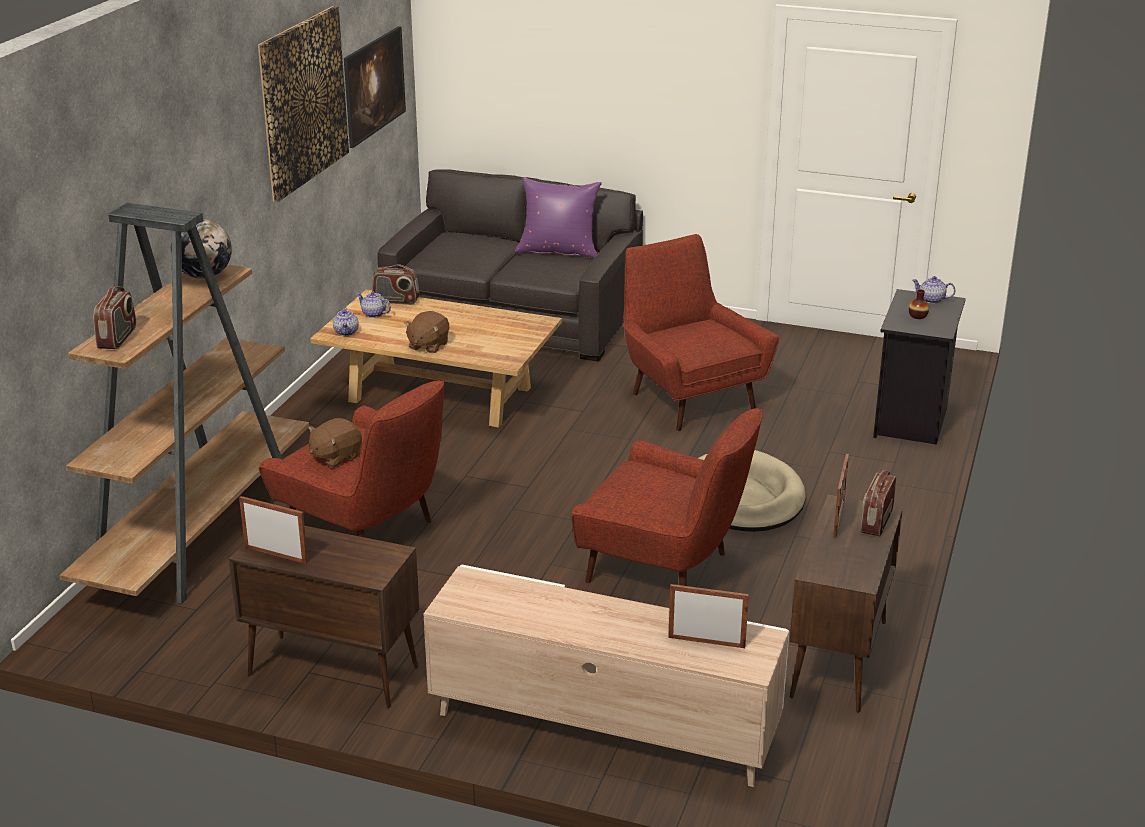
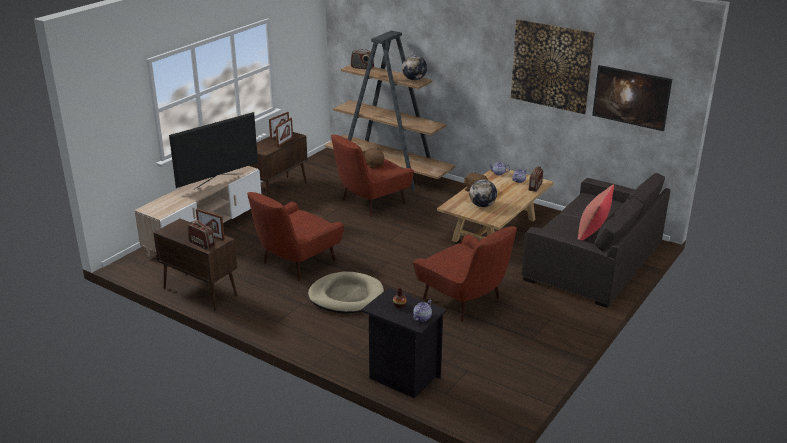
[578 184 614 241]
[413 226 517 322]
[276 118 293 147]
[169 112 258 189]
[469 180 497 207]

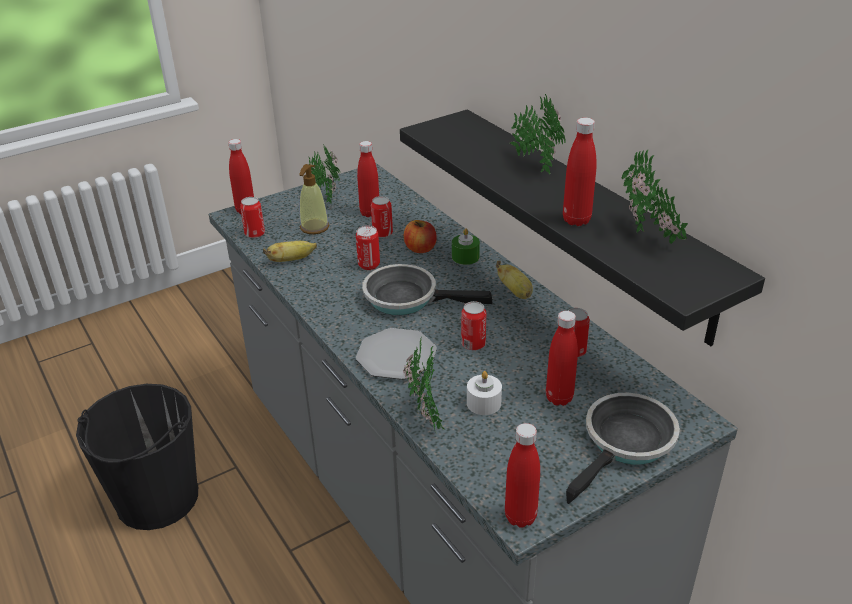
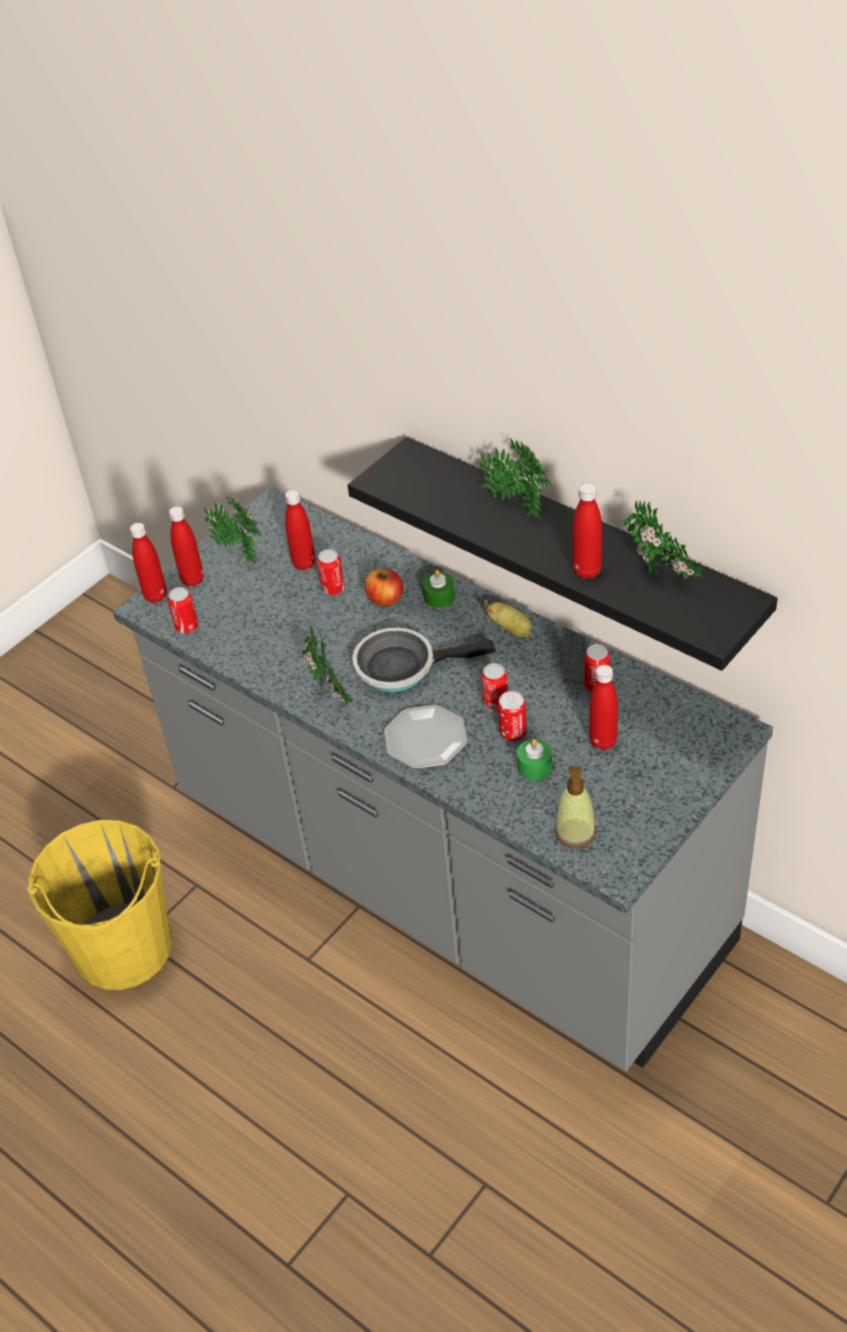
[555 767 596 849]
[498 691 526 741]
[263 241 317 262] (first image)
[302 625 354 705]
[517 739 552 781]
[27 820 172 990]
[566 393 680 504] (first image)
[169 506 204 586]

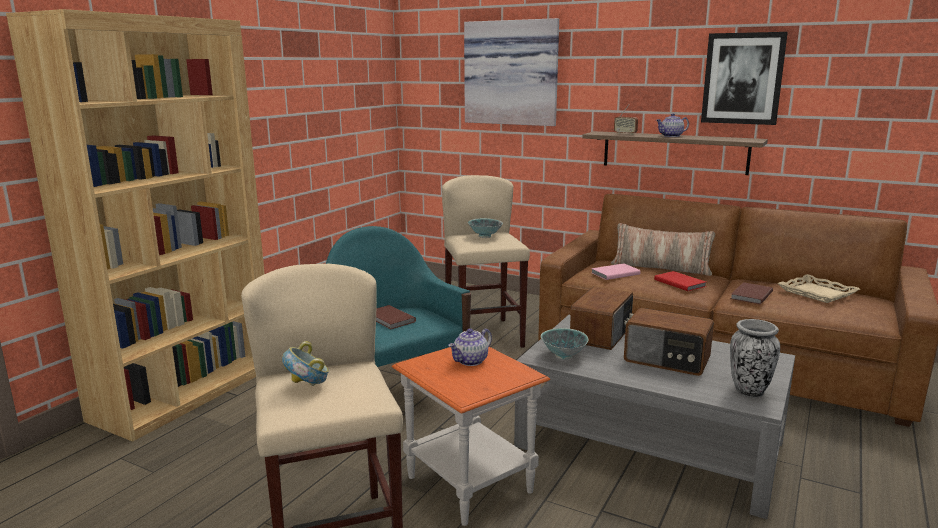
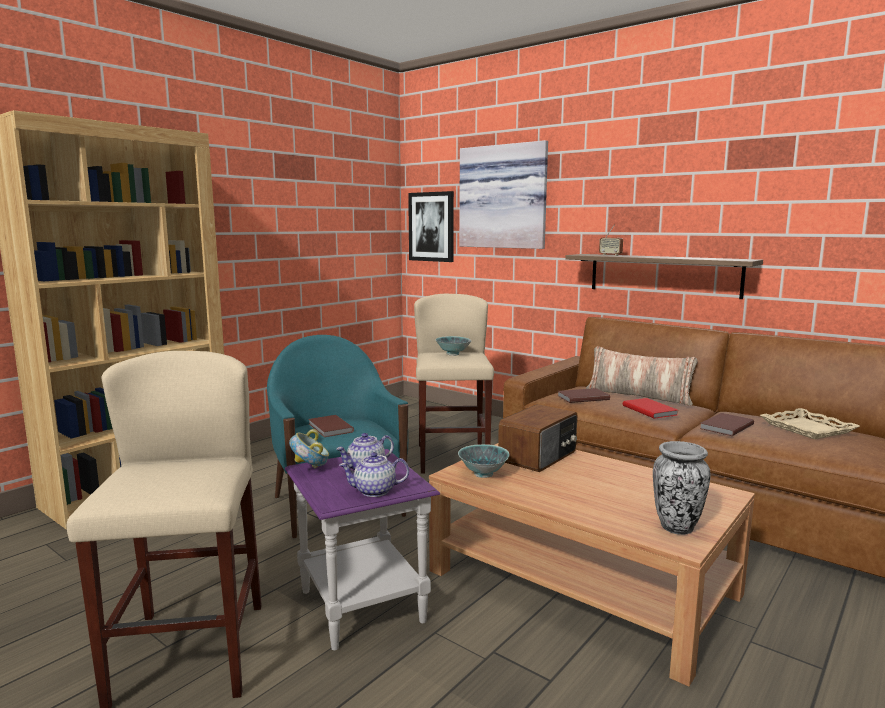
[408 191 454 262]
[339 452 409 497]
[558 388 610 403]
[624 308 714 376] (first image)
[429 443 755 687]
[289 429 329 468]
[285 449 440 650]

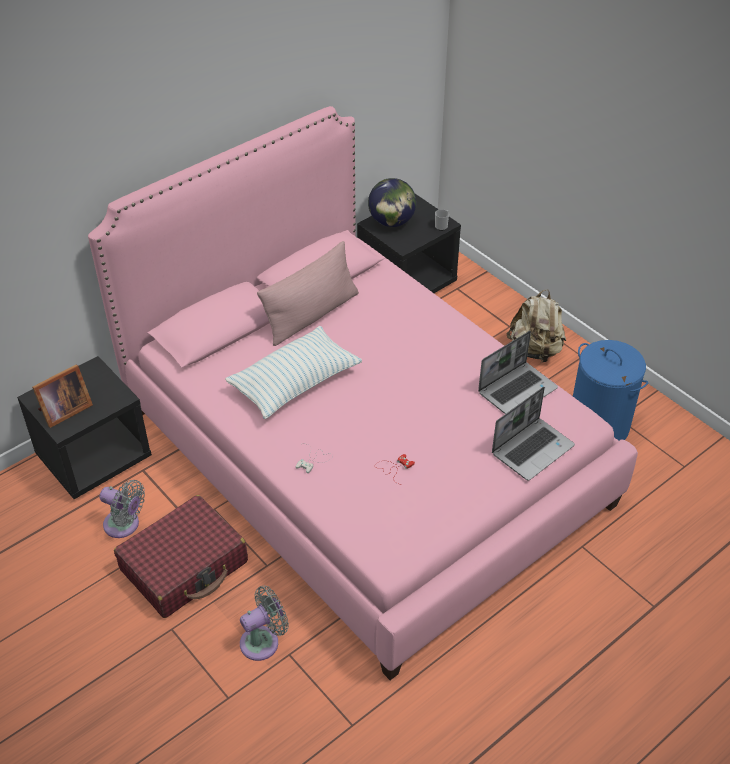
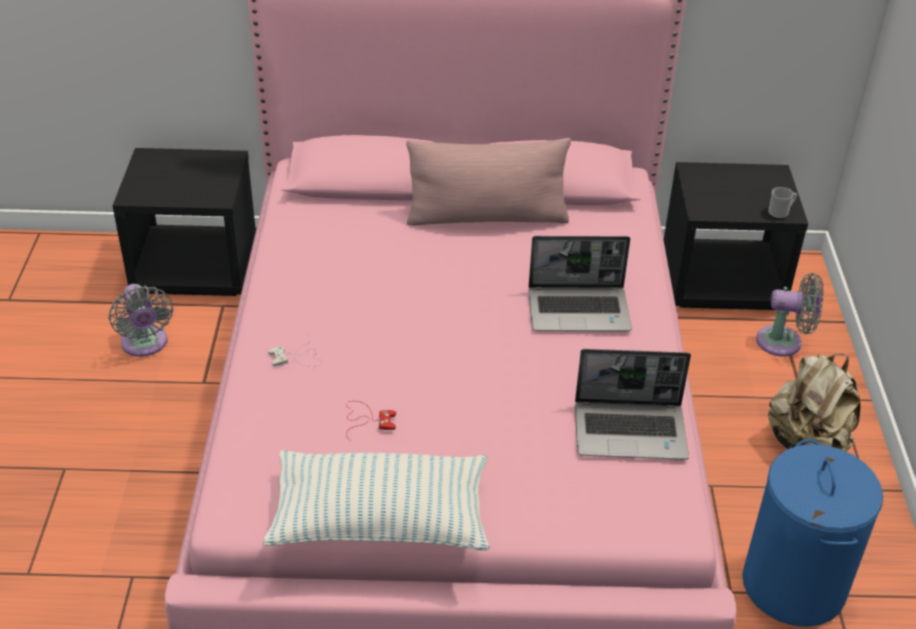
[368 178 416 227] (first image)
[263 450 490 551]
[32 364 93 428] (first image)
[528 236 632 331]
[114 495 248 618] (first image)
[756 273 824 357]

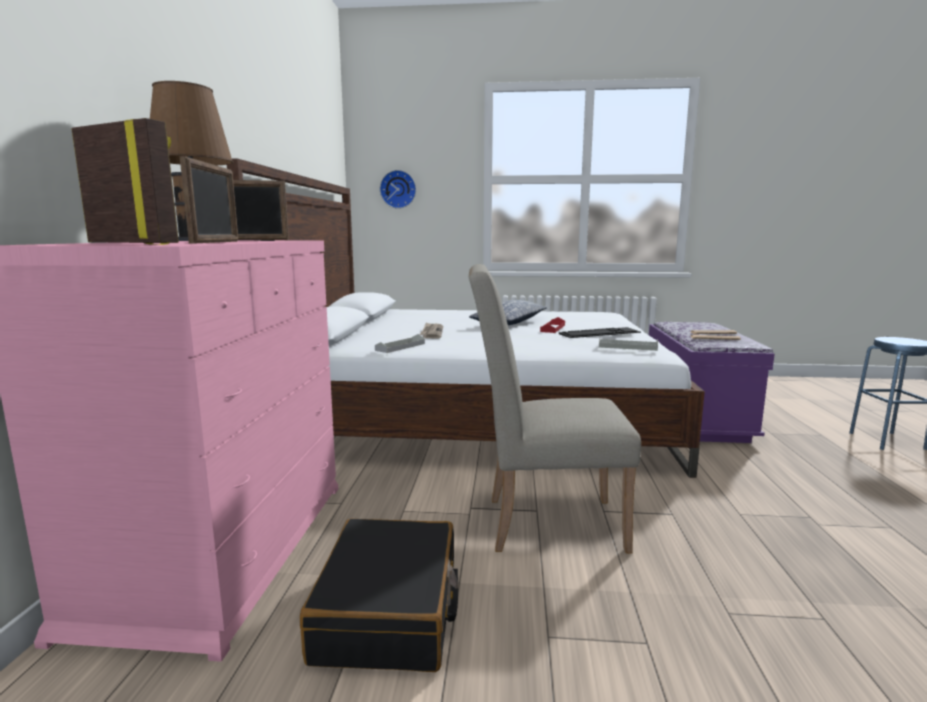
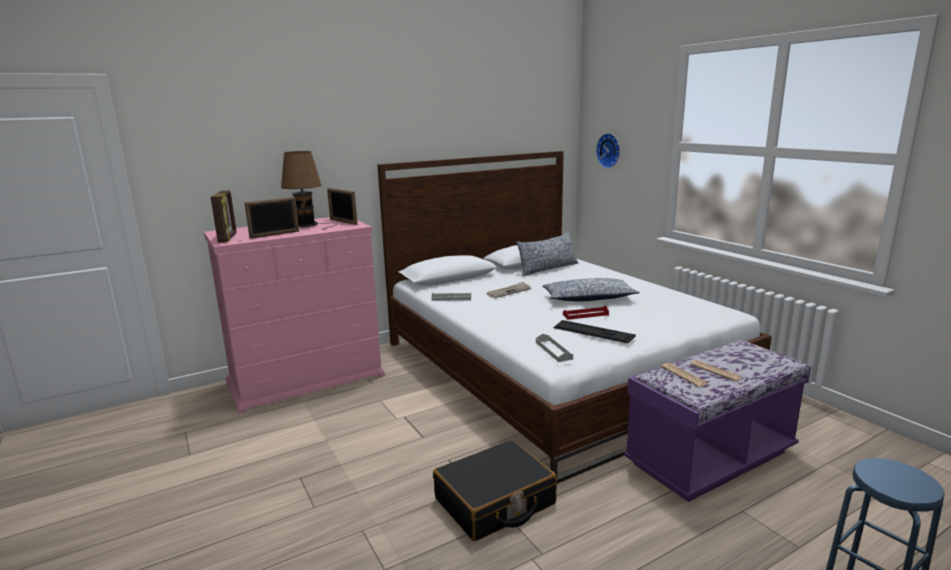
[469 264 641 553] (first image)
[433 440 557 541]
[516 231 578 277]

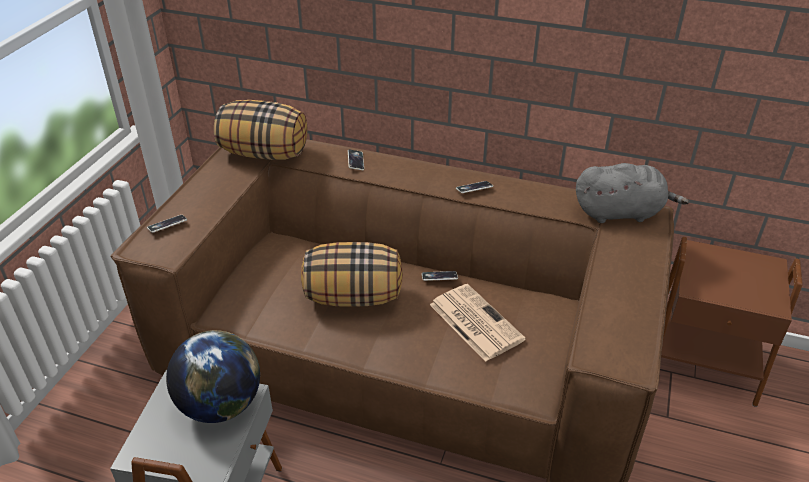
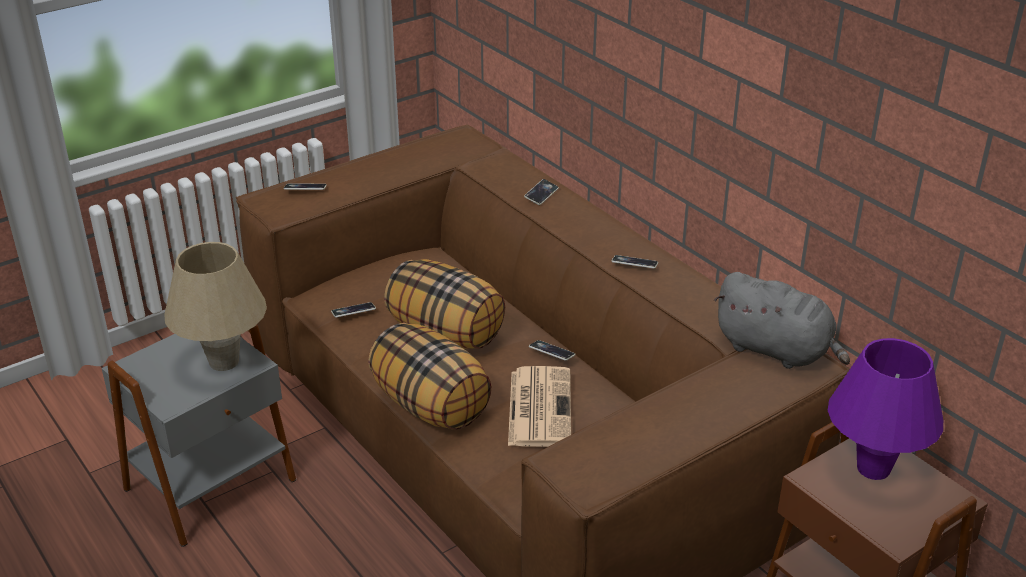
[368 323 492 430]
[164 242 267 371]
[331 302 376 317]
[828 338 943 480]

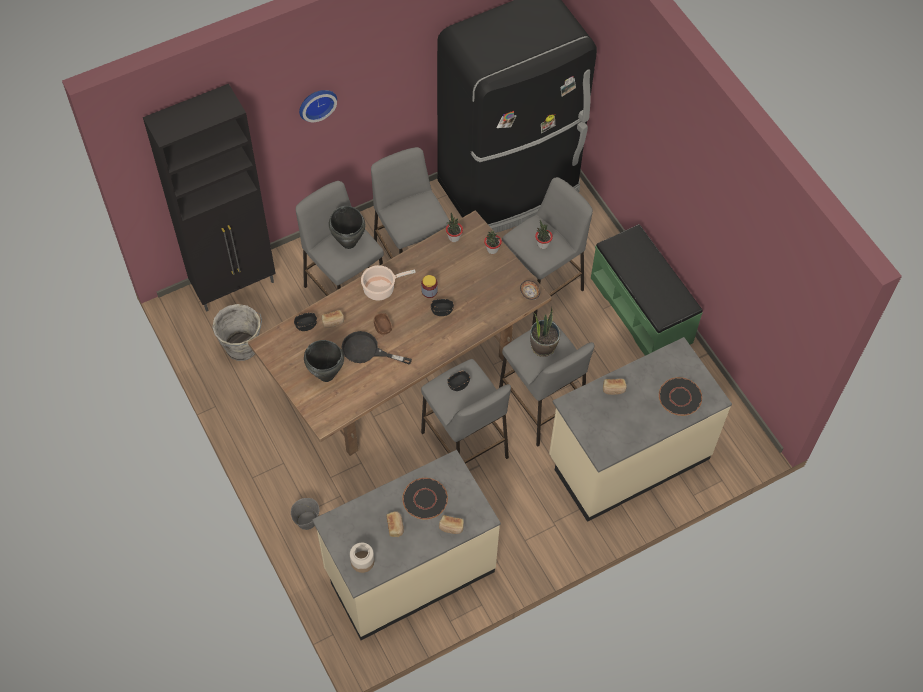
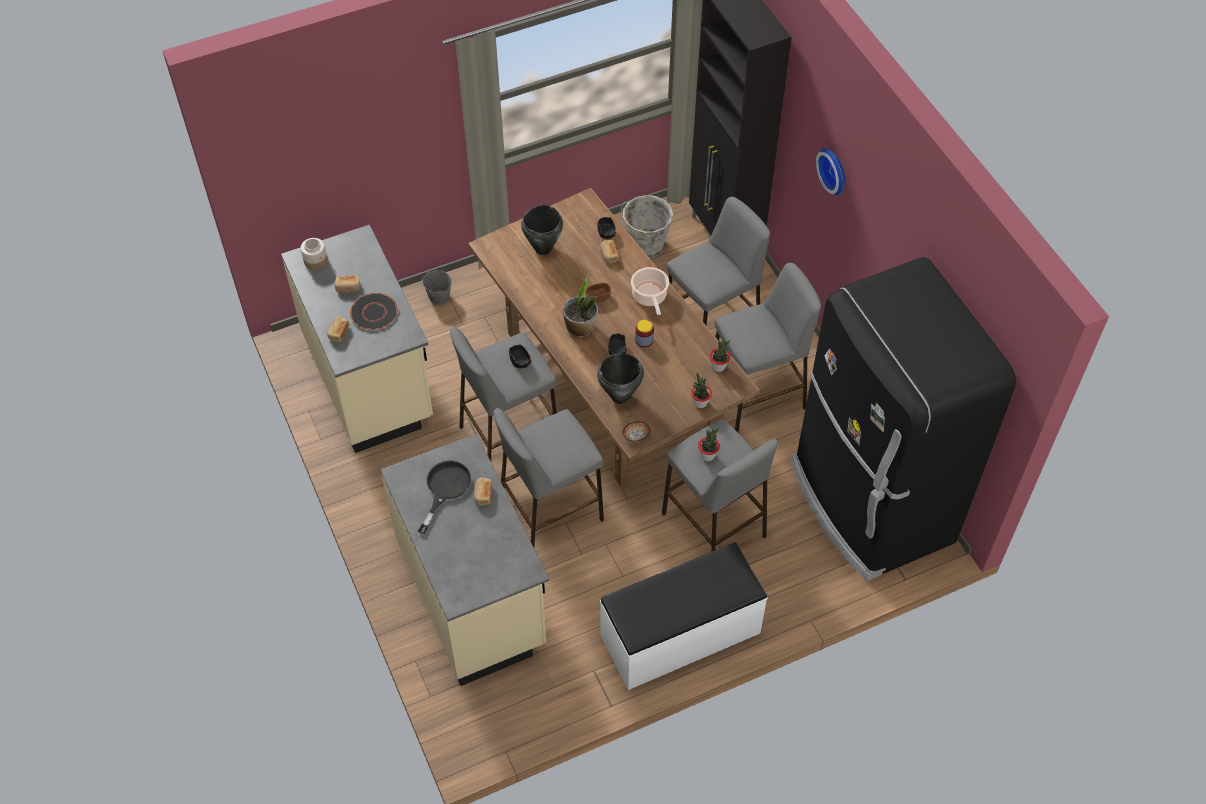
[597 353 644 404]
[600 543 767 690]
[563 277 598 338]
[418 460 471 534]
[659 377 702 416] (first image)

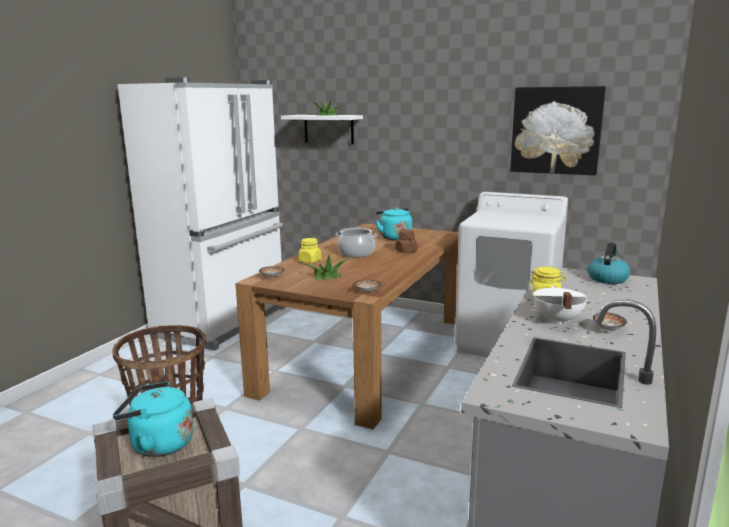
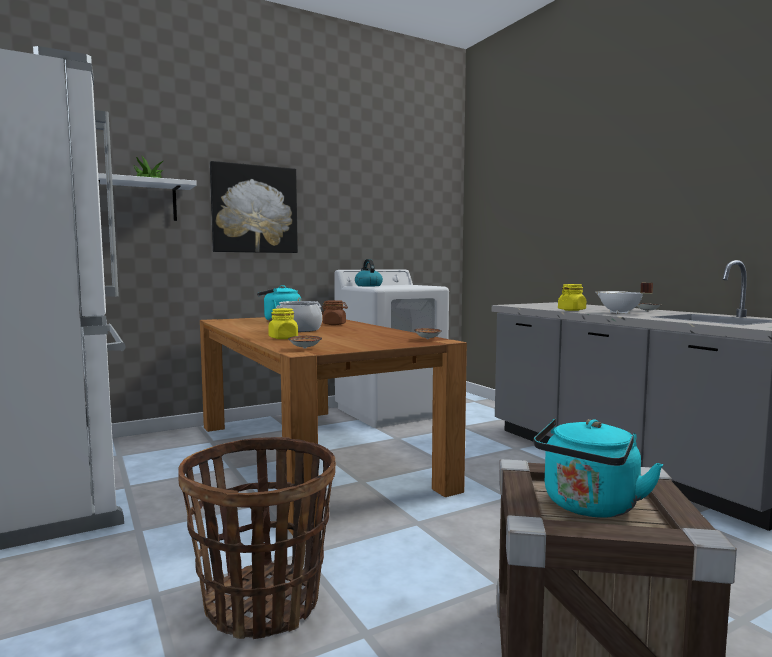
[210 161 298 253]
[355 259 383 286]
[306 254 348 280] (first image)

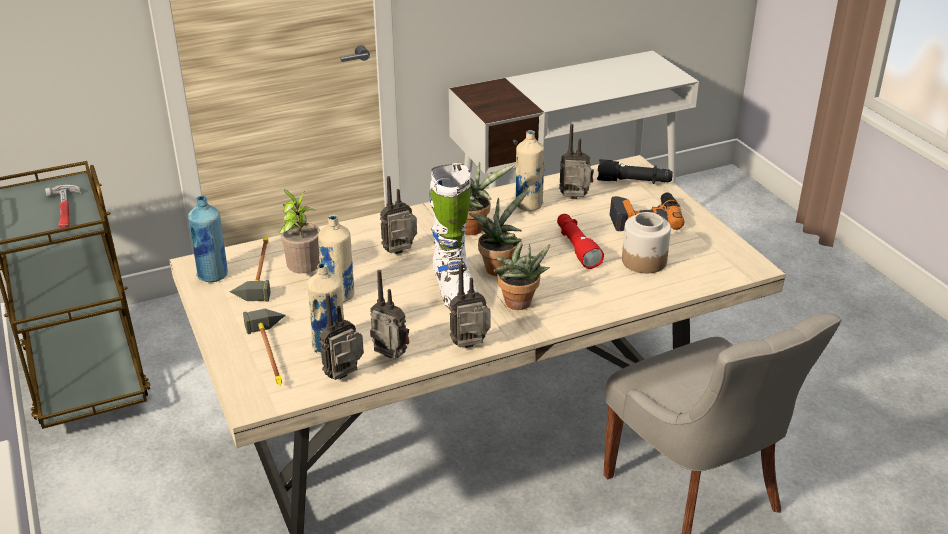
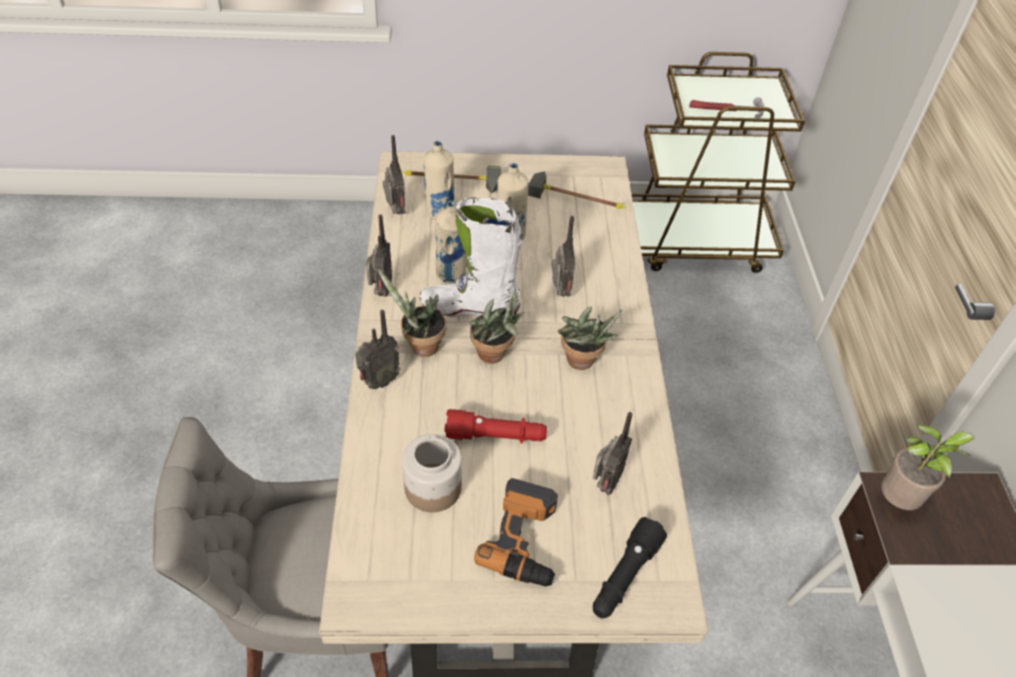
[436 201 467 283]
[881 424 975 510]
[188 196 228 282] (first image)
[355 310 400 389]

